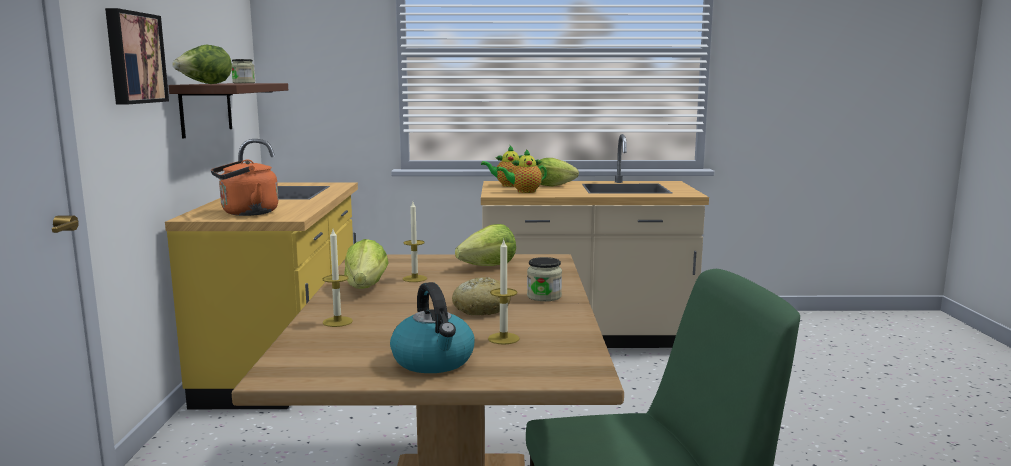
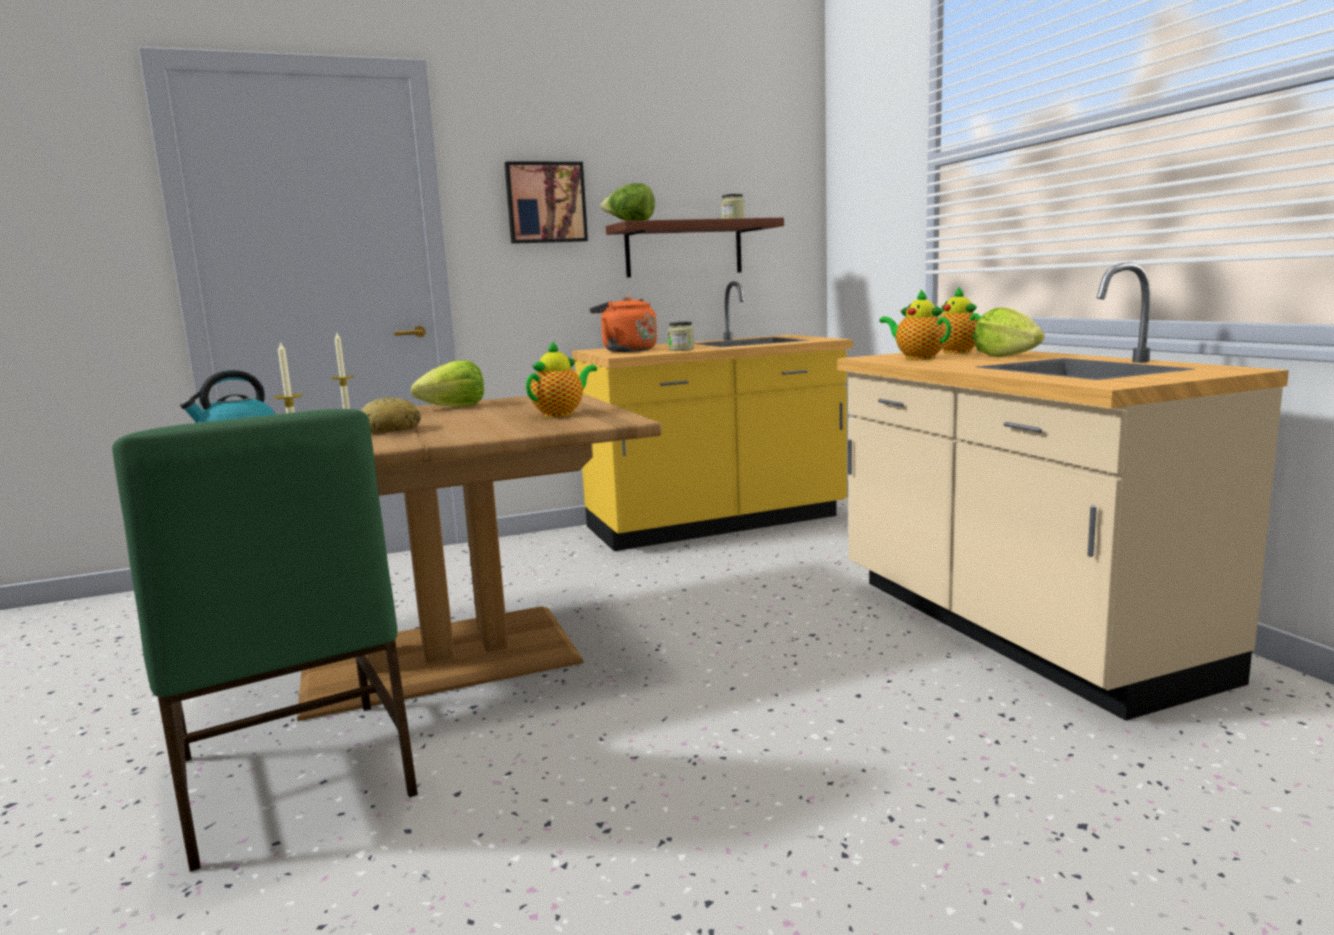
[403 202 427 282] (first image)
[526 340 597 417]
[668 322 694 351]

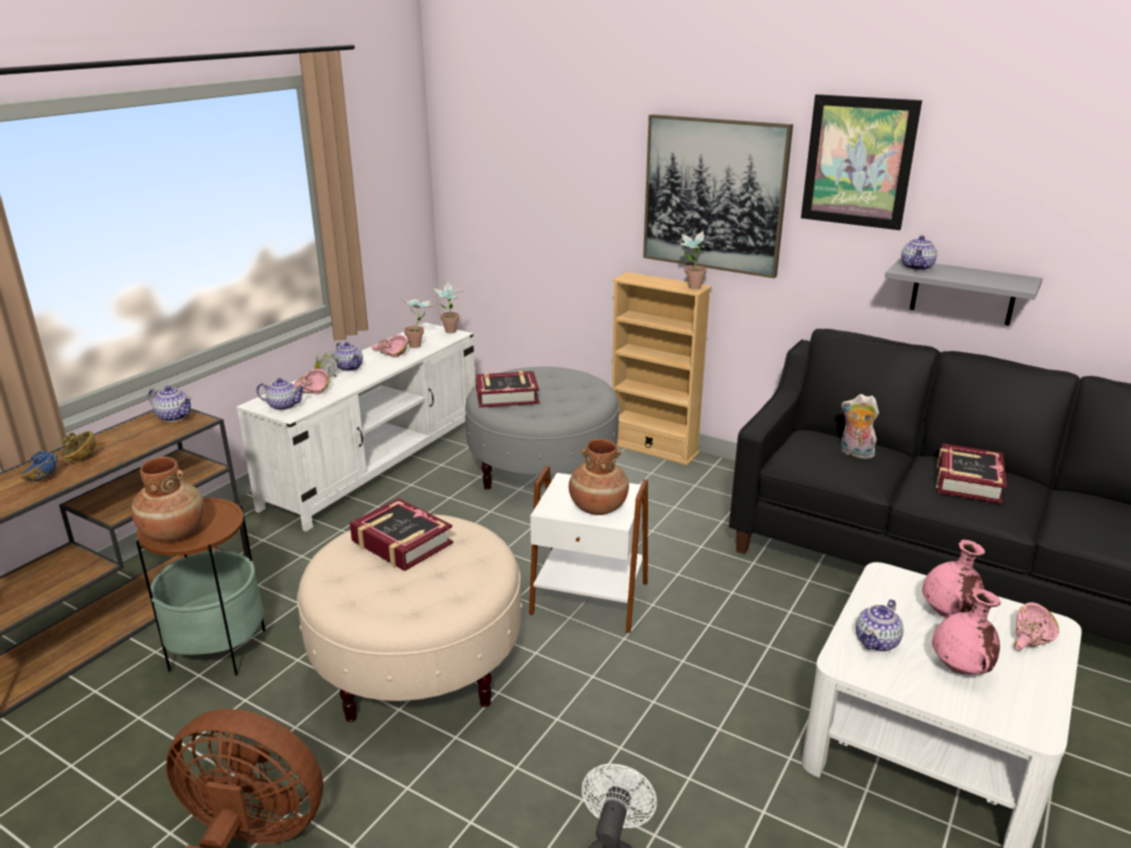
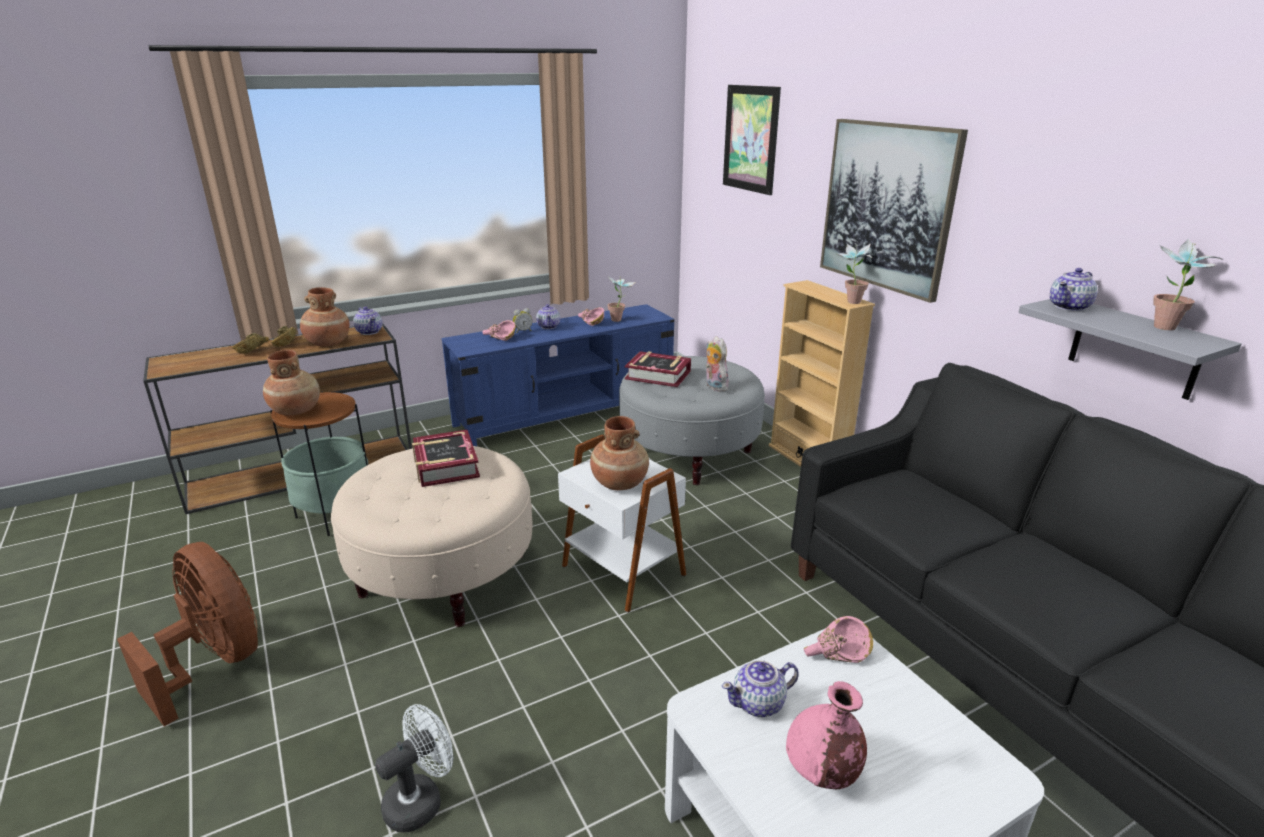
[723 85 781 195]
[1153 239 1222 330]
[441 304 675 446]
[256 378 306 410] (first image)
[706 336 728 392]
[936 443 1007 504] (first image)
[232 333 269 354]
[922 540 985 617] (first image)
[804 616 873 663]
[300 287 349 347]

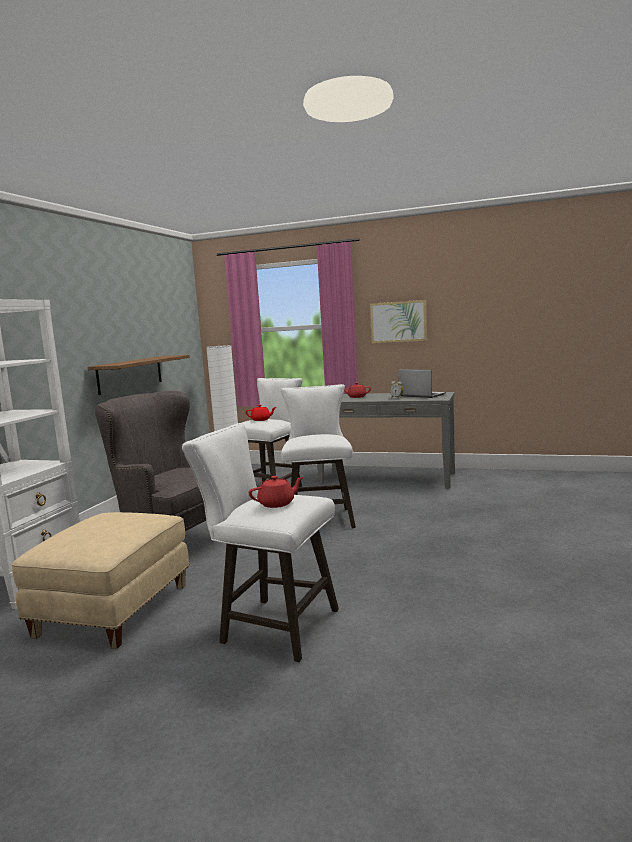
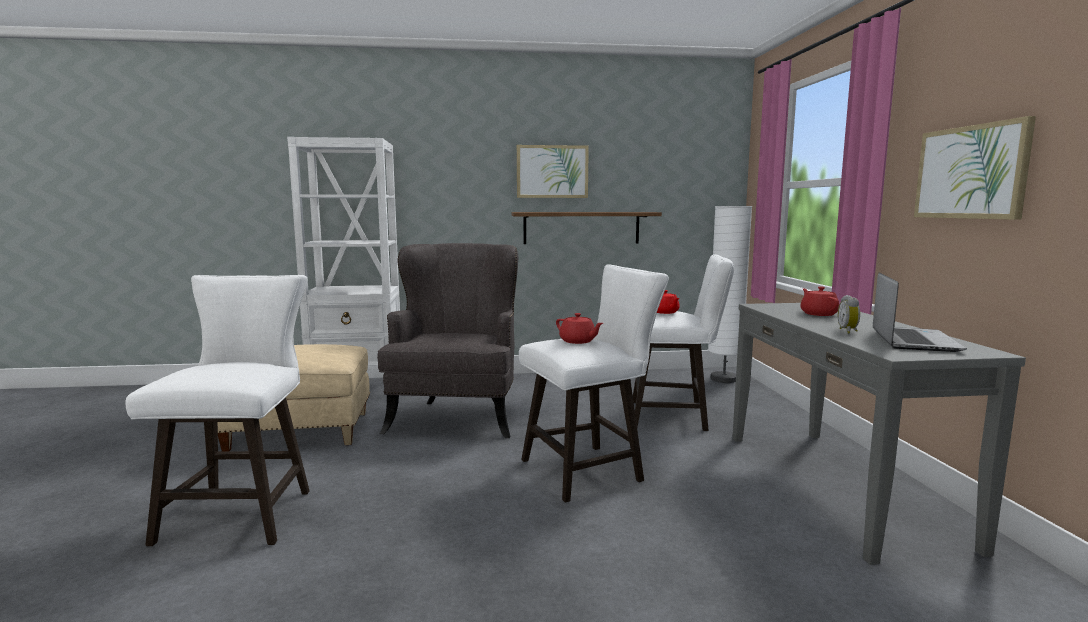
[556 313 603 344]
[517 145 589 198]

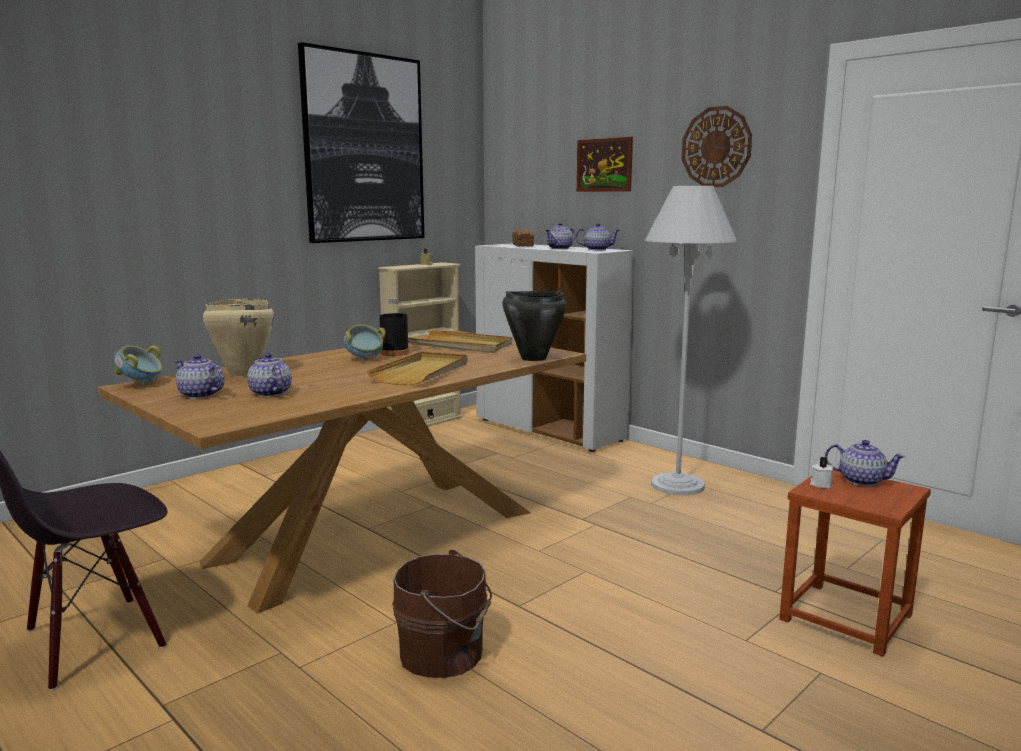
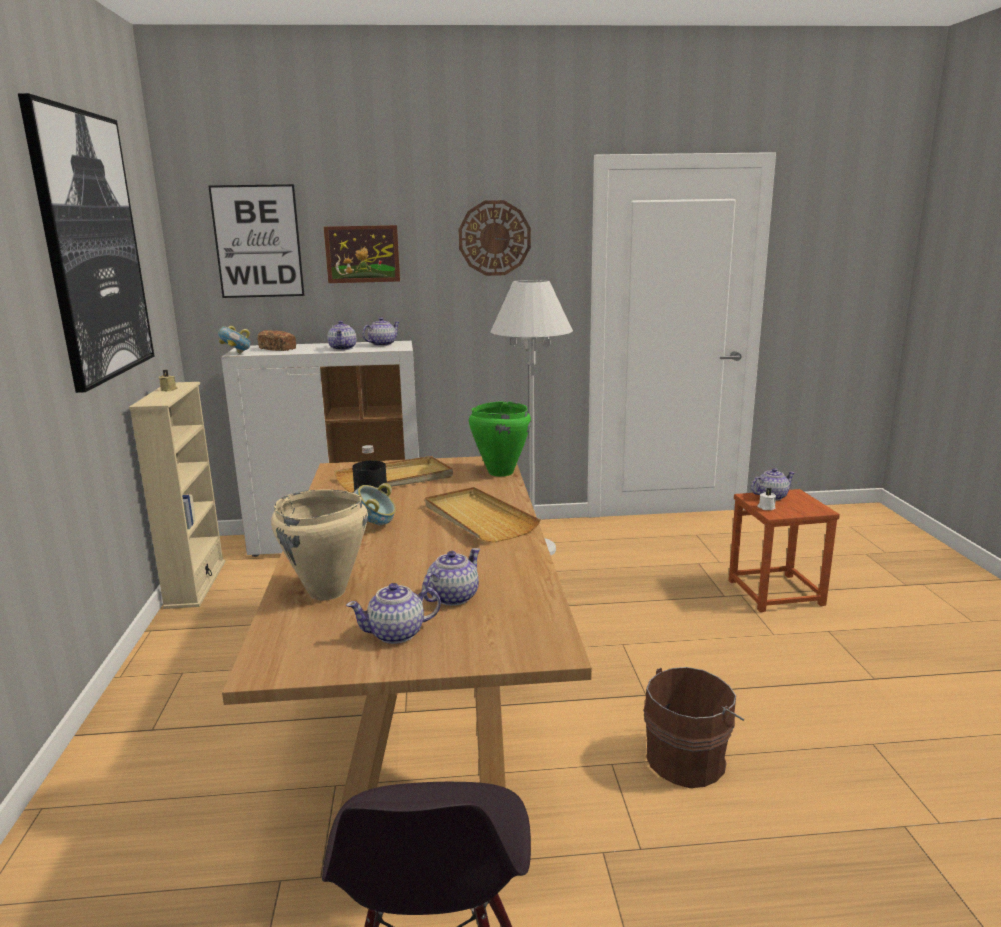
[469 401 531 476]
[218 326 251 354]
[422 548 480 606]
[208 184 305 298]

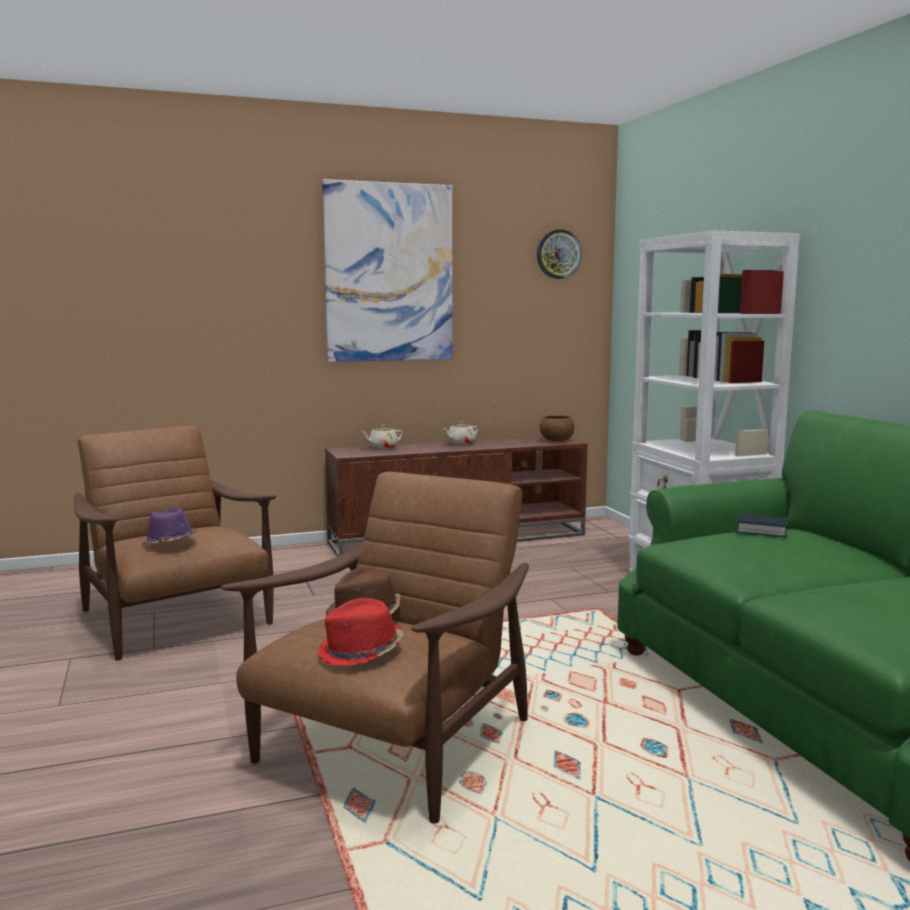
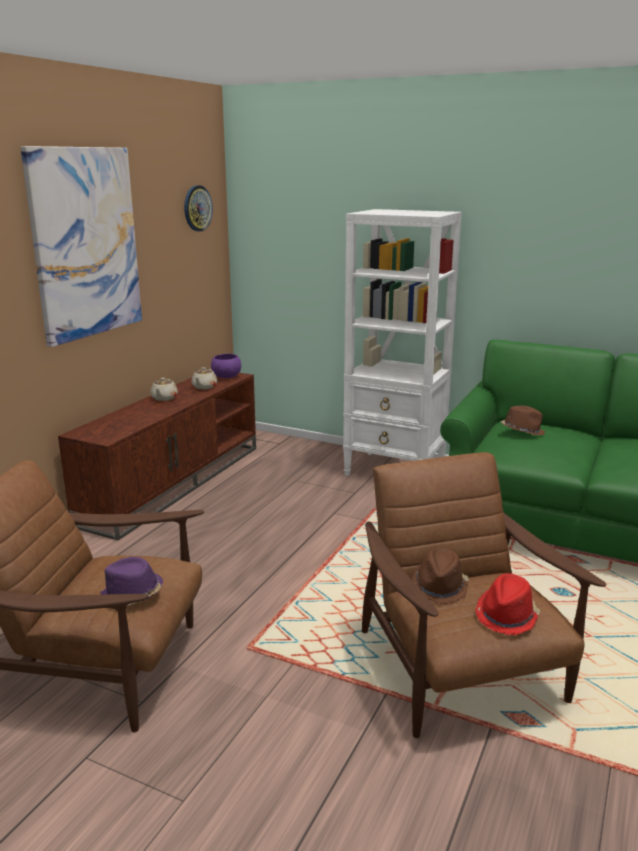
[211 354 241 378]
[191 367 217 389]
[501 406 545 435]

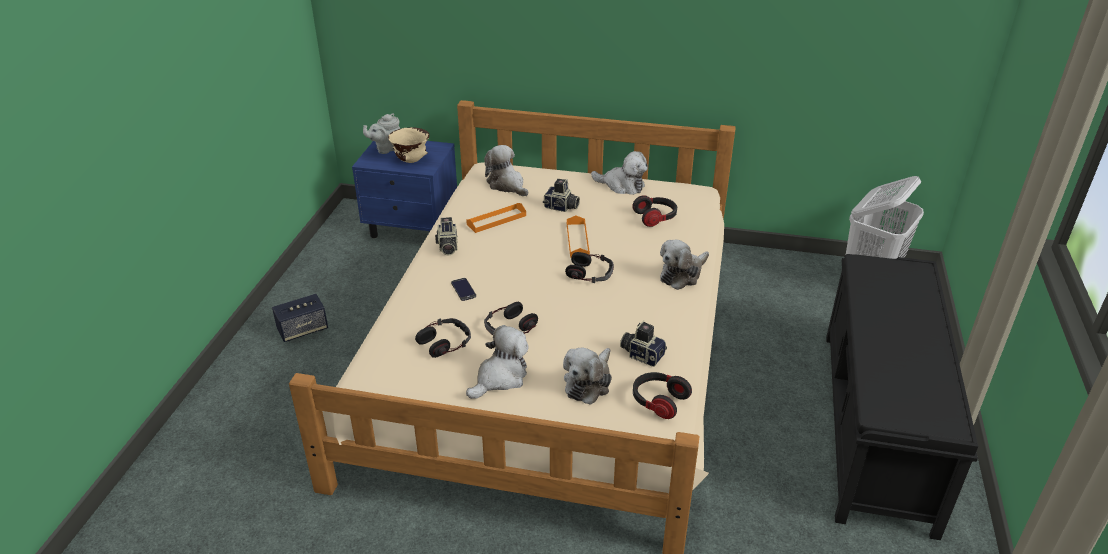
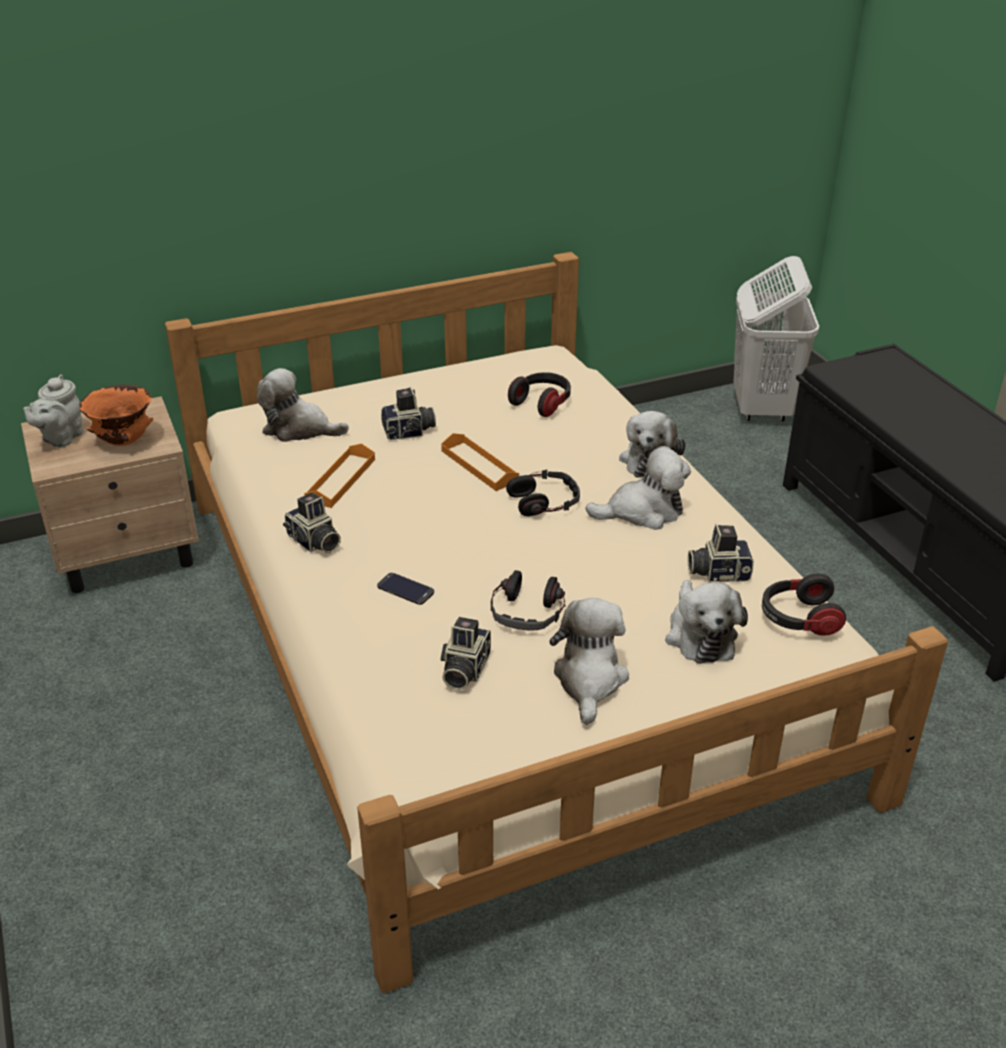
[79 385 153 446]
[21 396 199 593]
[585 446 691 530]
[272 294 328 342] (first image)
[441 617 491 690]

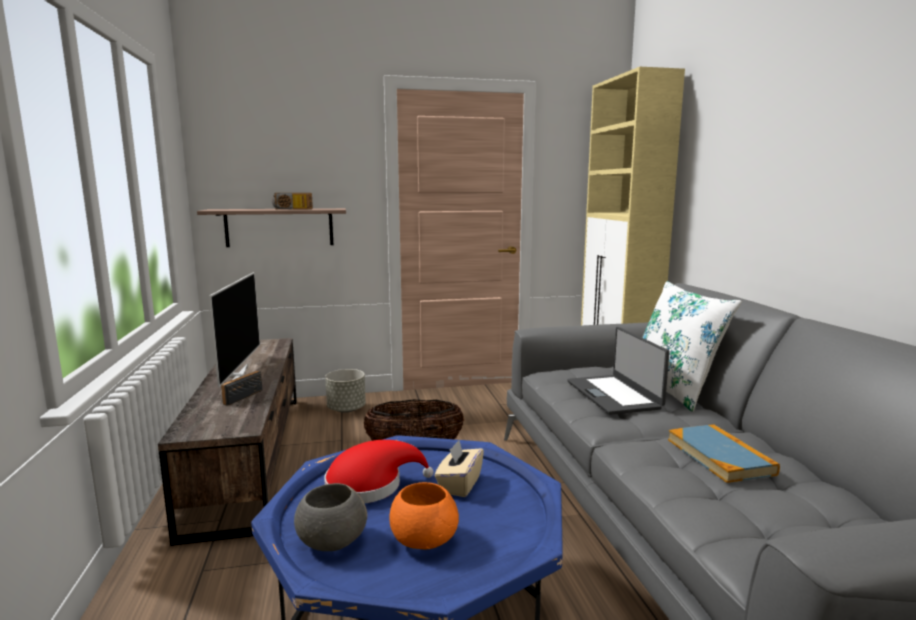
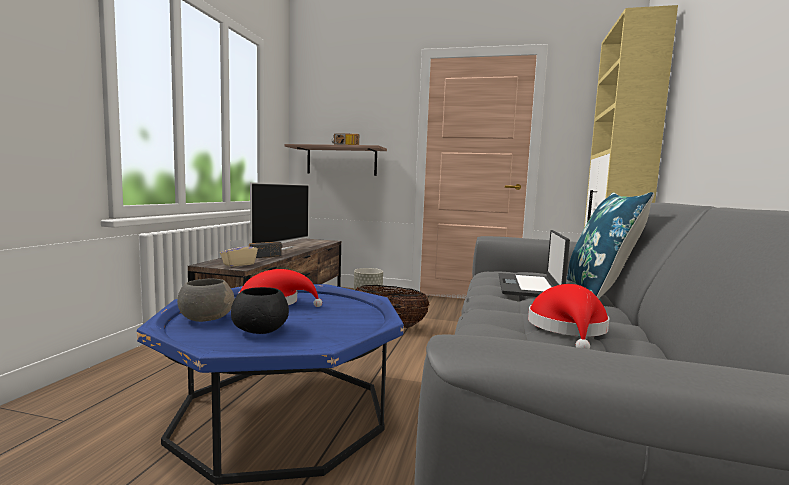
[567 192 654 299]
[528 284 610 349]
[220 240 258 267]
[231 287 289 334]

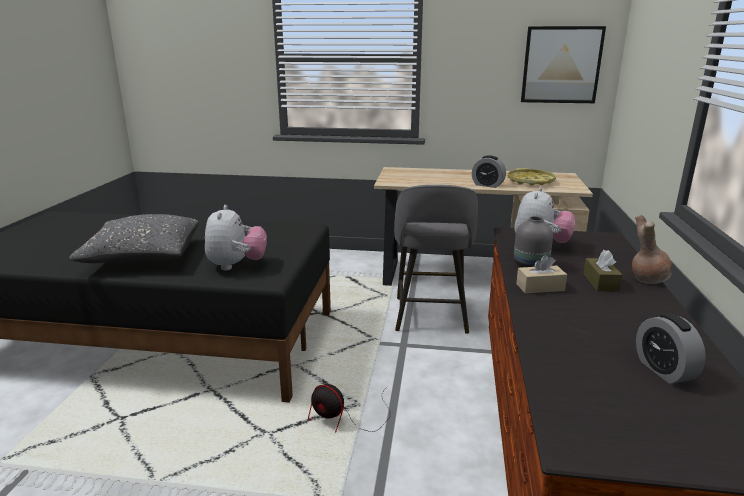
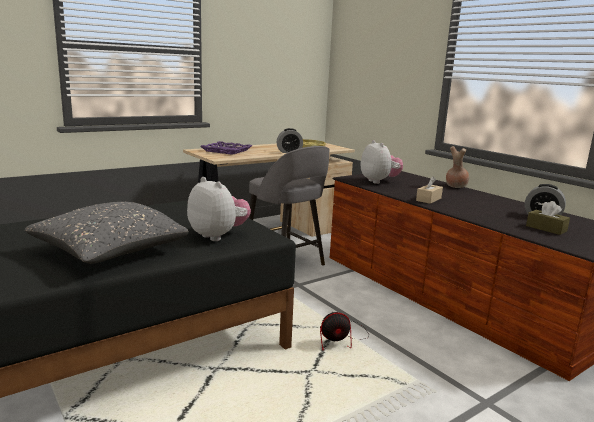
[521 26 606 103] (first image)
[514 216 553 267] (first image)
[526 201 570 235]
[200 141 252 155]

